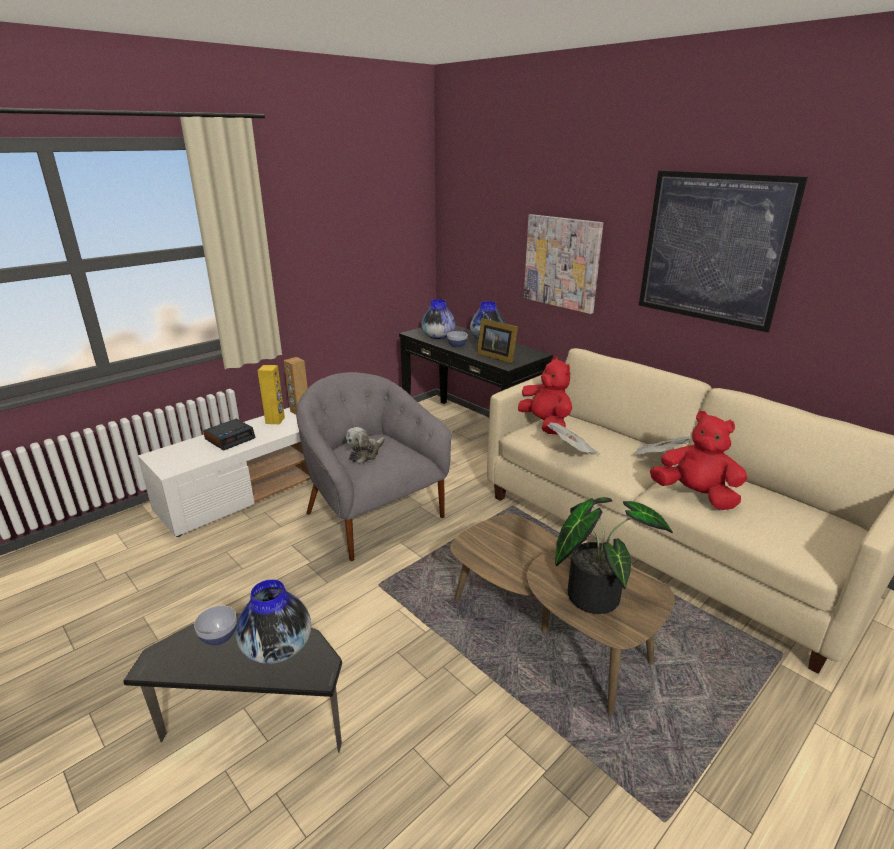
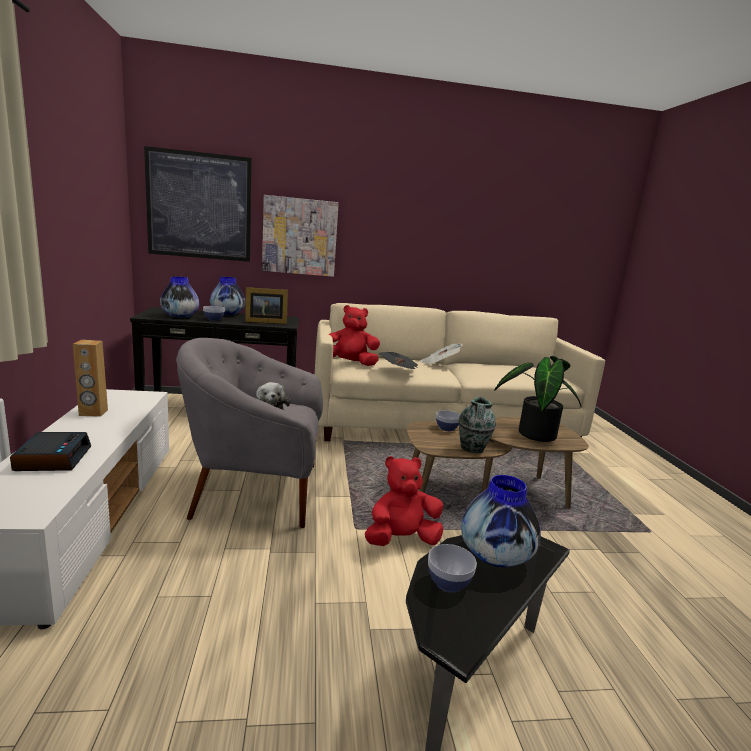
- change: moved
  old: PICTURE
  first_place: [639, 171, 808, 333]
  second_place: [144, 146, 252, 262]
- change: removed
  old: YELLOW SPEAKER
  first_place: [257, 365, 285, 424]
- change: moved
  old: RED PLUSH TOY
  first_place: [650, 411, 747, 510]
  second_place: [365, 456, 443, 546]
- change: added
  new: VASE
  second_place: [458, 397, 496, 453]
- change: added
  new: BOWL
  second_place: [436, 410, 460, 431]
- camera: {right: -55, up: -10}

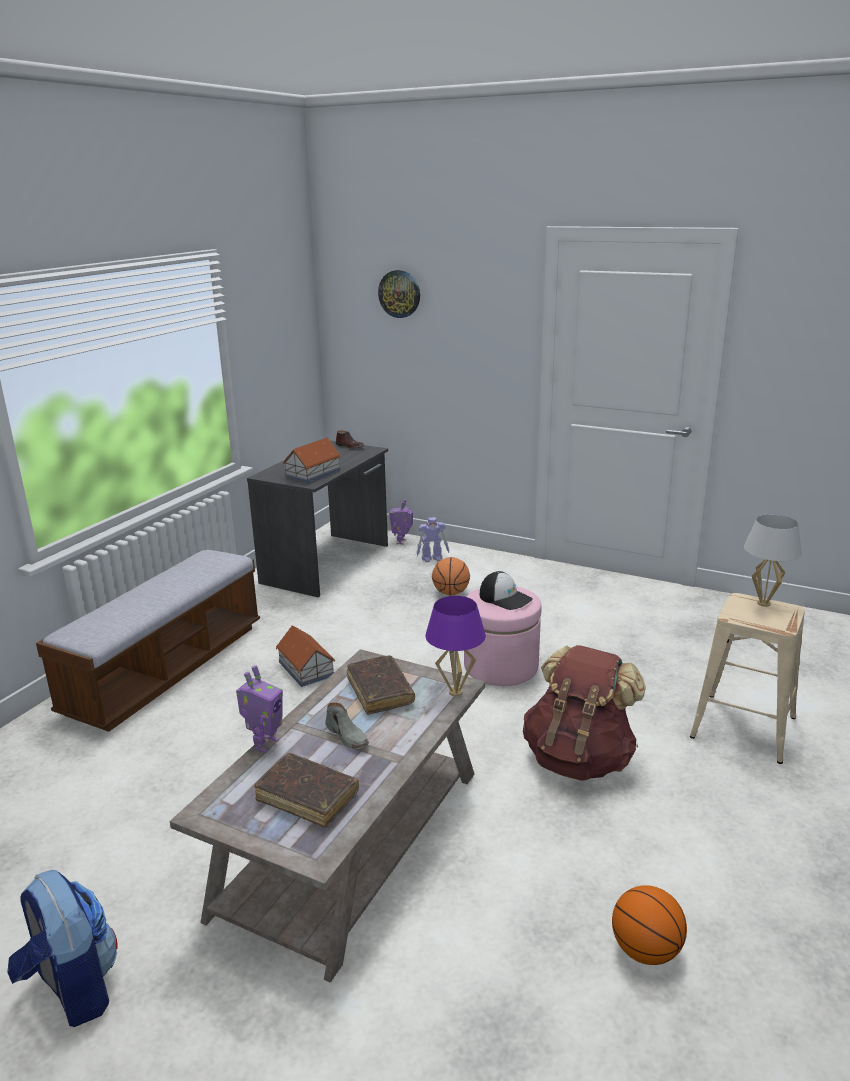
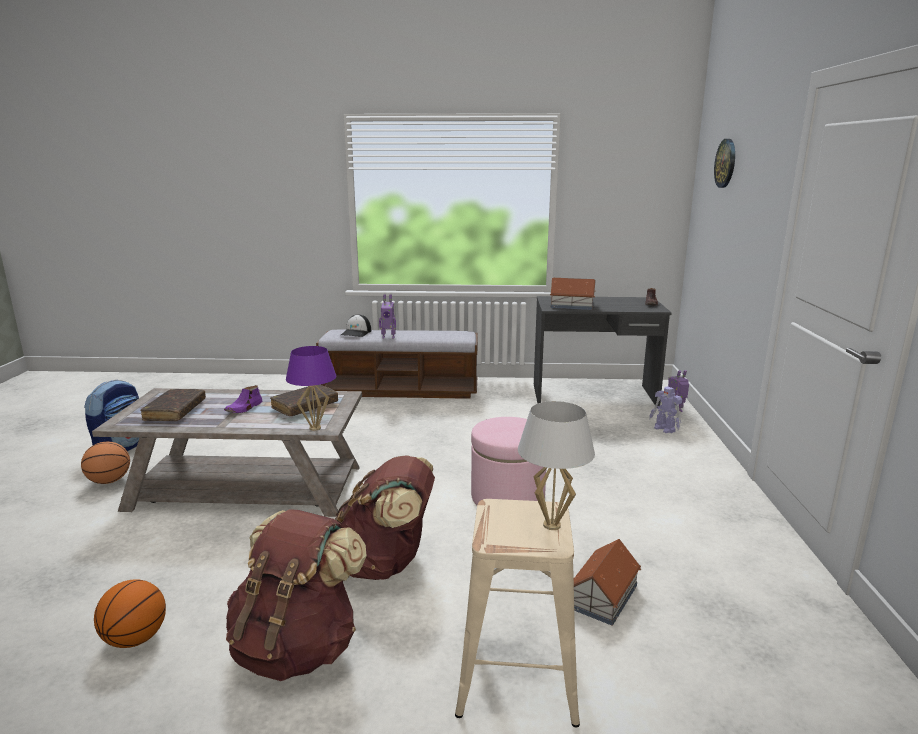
- change: moved
  old: BASKETBALL
  first_place: [432, 557, 470, 595]
  second_place: [81, 442, 130, 484]
- change: moved
  old: CAP
  first_place: [480, 571, 533, 610]
  second_place: [341, 314, 371, 337]
- change: moved
  old: TOY HOUSE
  first_place: [276, 625, 336, 687]
  second_place: [574, 539, 641, 626]
- change: moved
  old: TOY ROBOT
  first_place: [236, 665, 283, 753]
  second_place: [379, 295, 396, 338]
- change: recoloured
  old: GREY SHOE
  new: PURPLE SHOE
  first_place: [325, 702, 369, 749]
  second_place: [224, 385, 262, 413]
- change: added
  new: BROWN BACKPACK
  second_place: [226, 509, 367, 681]
- camera: {right: 65, up: -5}

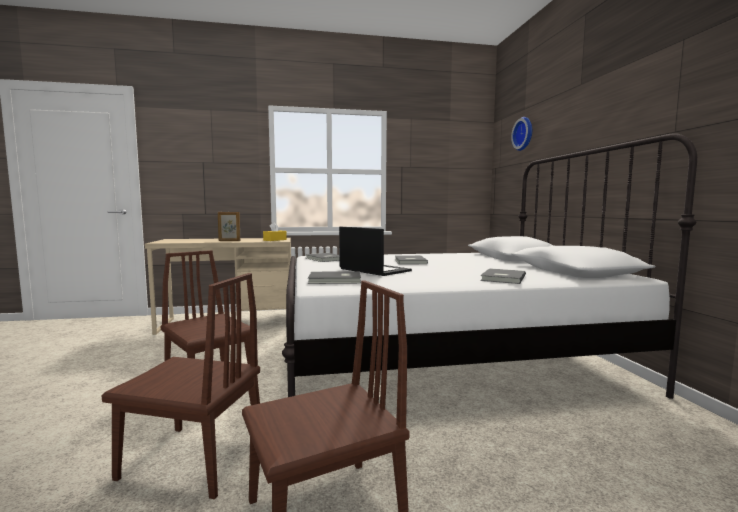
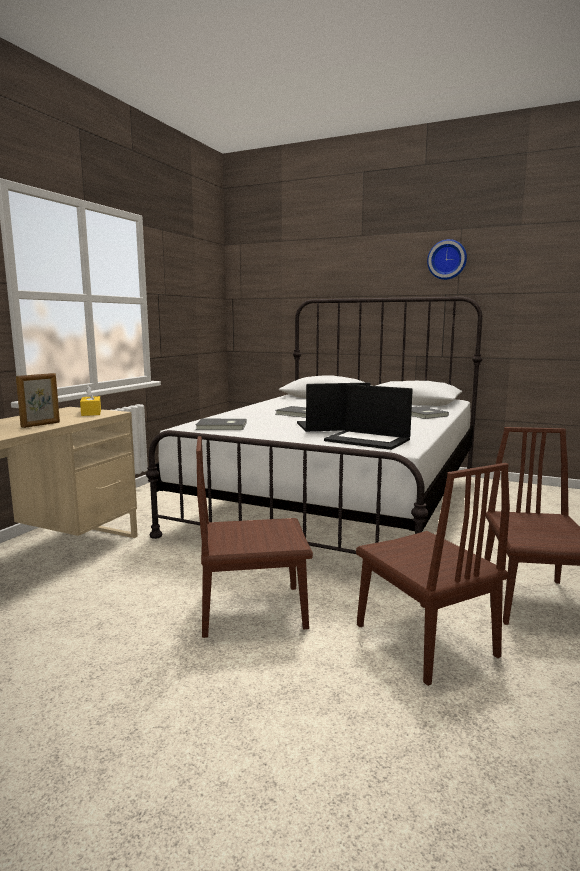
- change: moved
  old: WALL CLOCK
  first_place: [511, 117, 532, 151]
  second_place: [427, 239, 467, 280]
- change: replaced
  old: GREY BOOK
  new: LAPTOP
  first_place: [308, 271, 361, 284]
  second_place: [324, 384, 413, 450]
- change: turned
  old: BROWN CHAIR
  first_place: [101, 273, 260, 499]
  second_place: [356, 463, 510, 686]
  degrees: 105
- camera: {right: -55, up: 5}

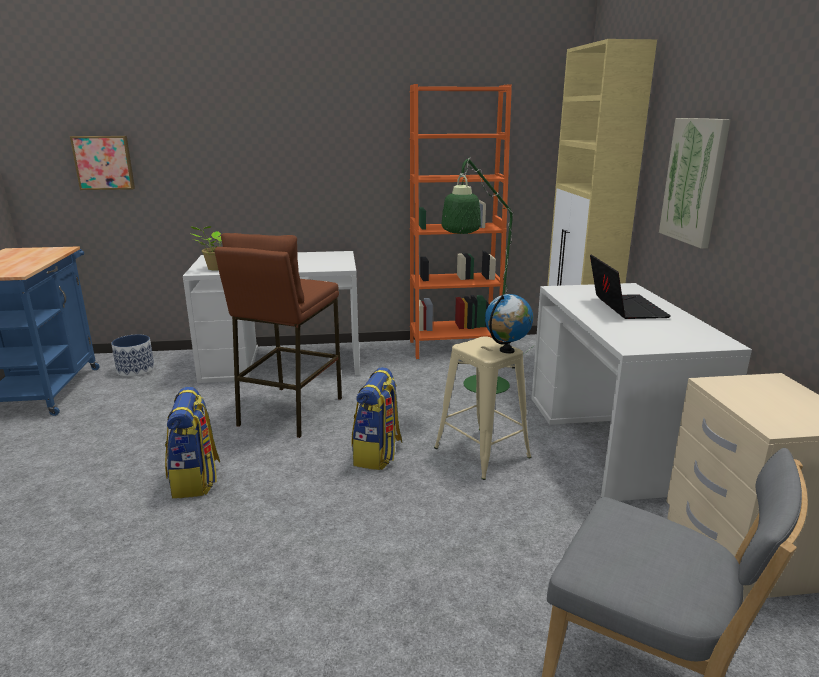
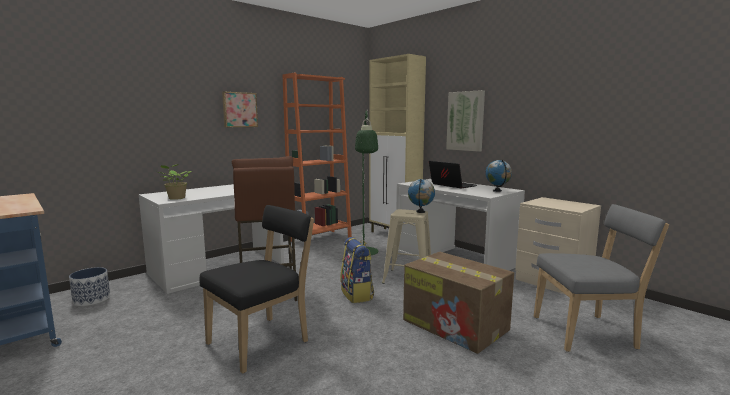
- change: moved
  old: PICTURE
  first_place: [70, 136, 135, 190]
  second_place: [222, 92, 258, 127]
- change: replaced
  old: BACKPACK
  new: BLACK CHAIR
  first_place: [165, 387, 220, 499]
  second_place: [199, 205, 314, 374]
- change: added
  new: GLOBE
  second_place: [485, 160, 512, 192]
- change: added
  new: CARDBOARD BOX
  second_place: [403, 252, 514, 354]
- camera: {right: -35, up: -10}

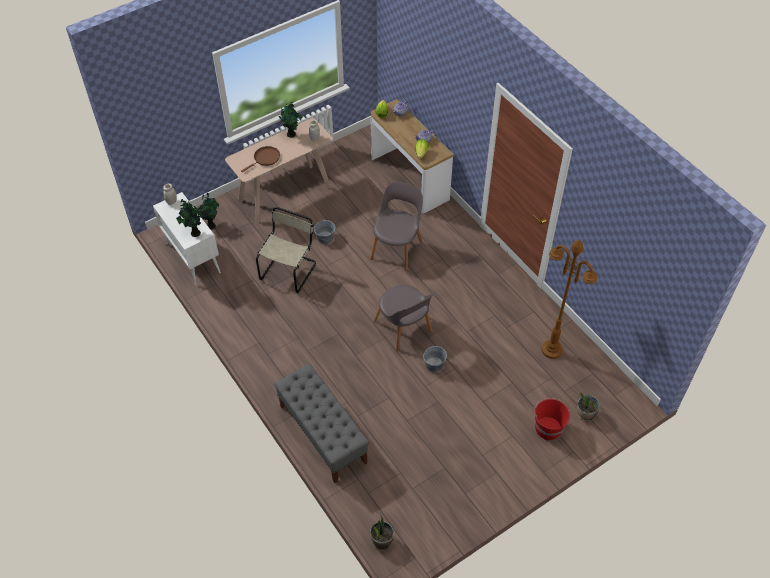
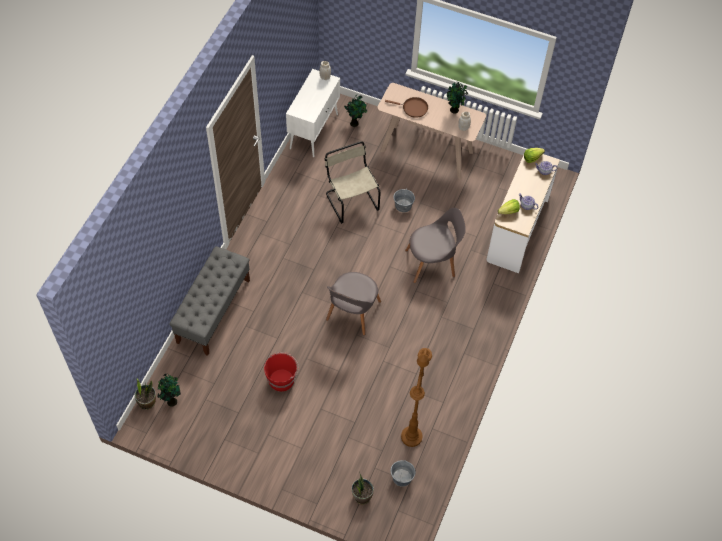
- change: moved
  old: POTTED PLANT
  first_place: [176, 199, 204, 237]
  second_place: [157, 374, 181, 407]
- change: turned
  old: BEIGE CHAIR
  first_place: [256, 207, 316, 293]
  second_place: [325, 141, 381, 224]
  degrees: -105
- change: moved
  old: GREY BUCKET
  first_place: [423, 346, 447, 372]
  second_place: [391, 460, 415, 487]
- change: moved
  old: RED BUCKET
  first_place: [534, 398, 570, 440]
  second_place: [264, 352, 299, 392]
- camera: {right: 55, up: 5}

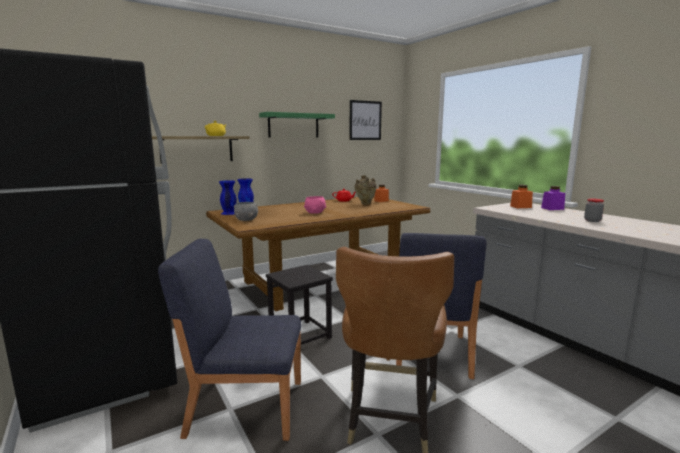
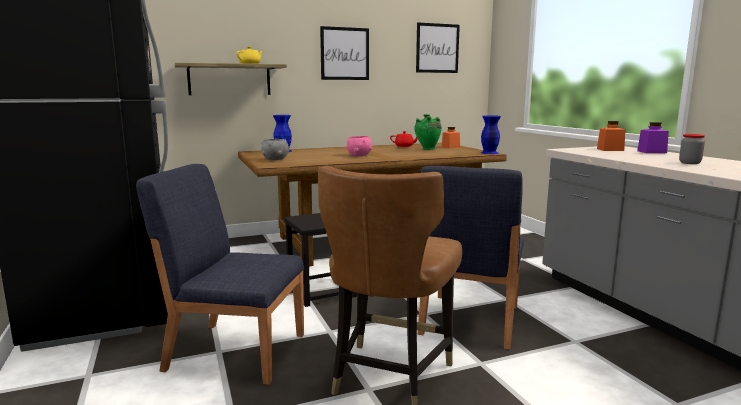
- change: replaced
  old: GREEN SHELF
  new: PICTURE
  first_place: [259, 112, 335, 137]
  second_place: [320, 26, 369, 80]
- change: recoloured
  old: BEIGE VASE
  new: GREEN VASE
  first_place: [355, 175, 376, 205]
  second_place: [414, 114, 442, 150]
- change: moved
  old: BLUE VASE
  first_place: [219, 180, 237, 215]
  second_place: [481, 115, 501, 154]
- camera: {right: 10, up: 0}

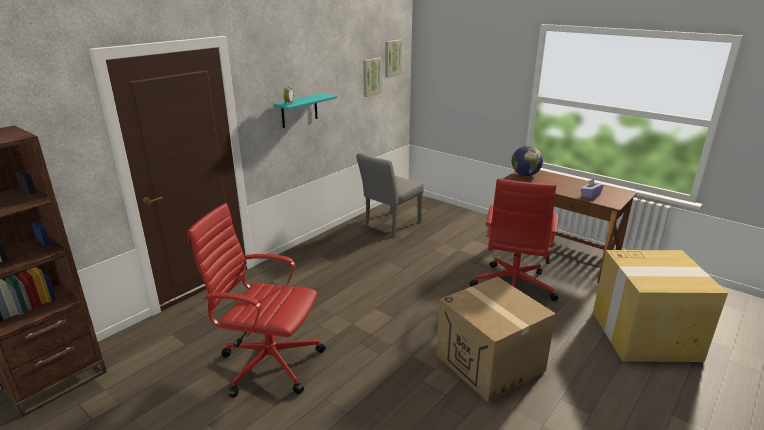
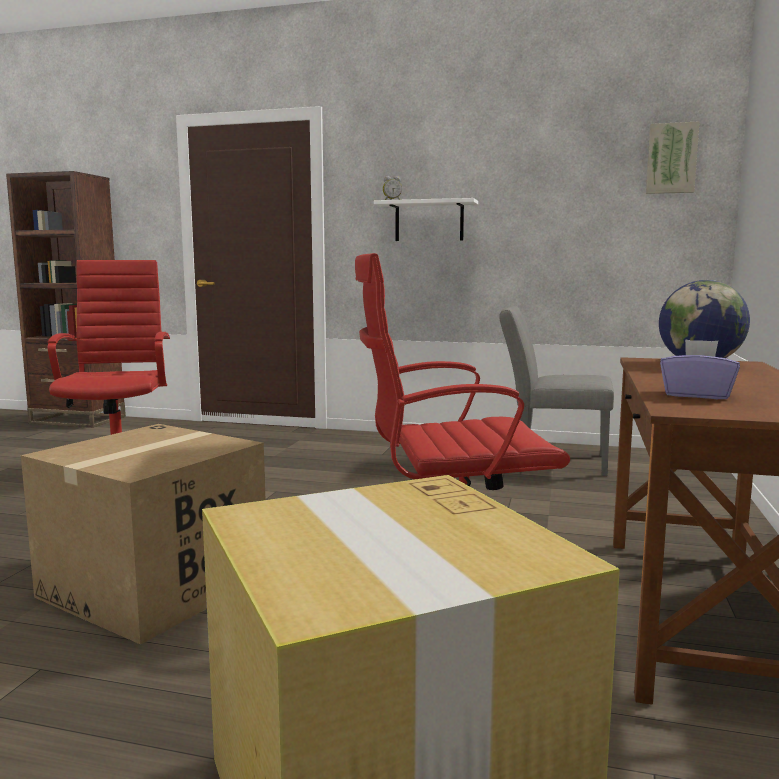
- change: removed
  old: PICTURE
  first_place: [363, 58, 382, 97]
- change: recoloured
  old: TURQUOISE SHELF
  new: WHITE SHELF
  first_place: [273, 93, 337, 128]
  second_place: [374, 198, 478, 241]
- camera: {right: 65, up: -15}

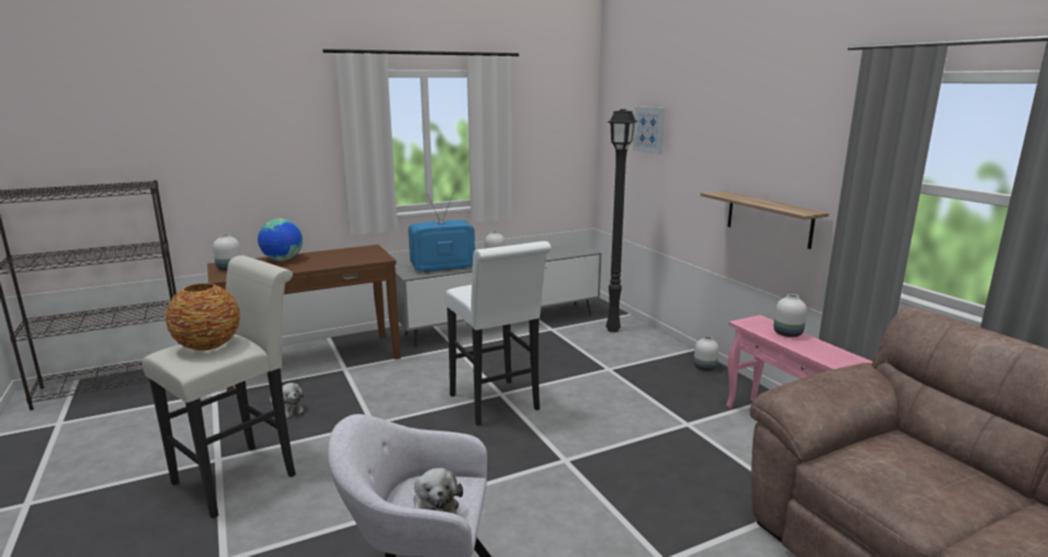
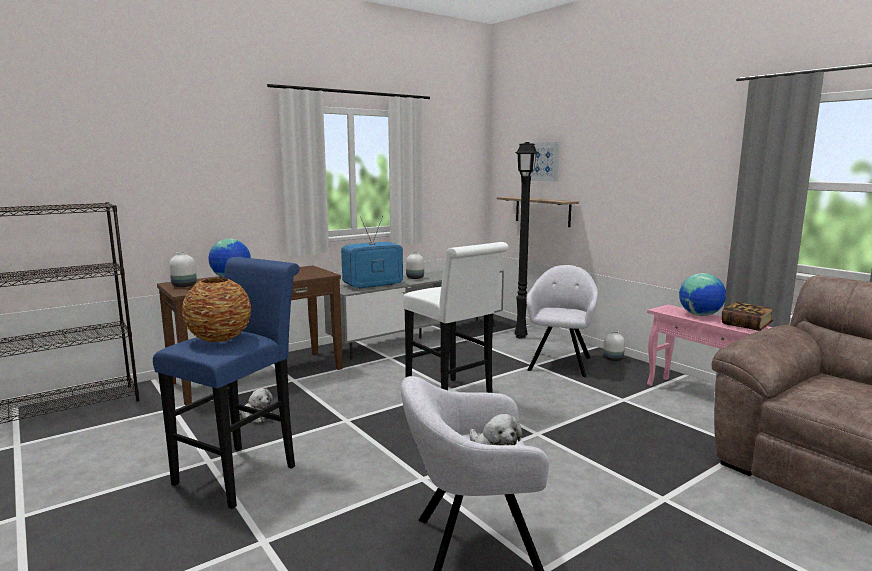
- change: moved
  old: SHELF
  first_place: [700, 191, 829, 249]
  second_place: [497, 196, 579, 227]
- change: recoloured
  old: WHITE STOOL
  new: BLUE STOOL
  first_place: [142, 255, 296, 519]
  second_place: [153, 257, 300, 509]
- change: replaced
  old: WHITE VASE
  new: GLOBE
  first_place: [774, 294, 807, 337]
  second_place: [679, 273, 726, 316]
- change: added
  new: GREY ARMCHAIR
  second_place: [526, 265, 598, 377]
- change: added
  new: BOOK
  second_place: [722, 302, 774, 331]
- camera: {right: -10, up: -5}

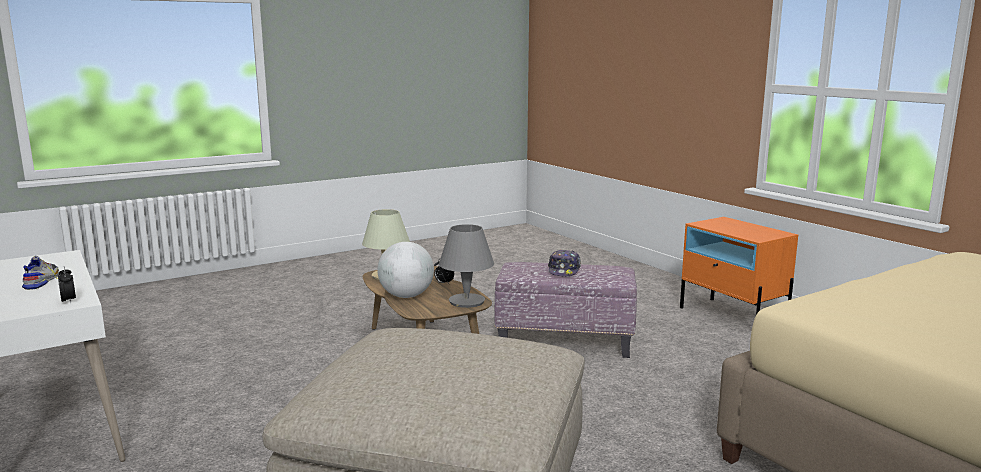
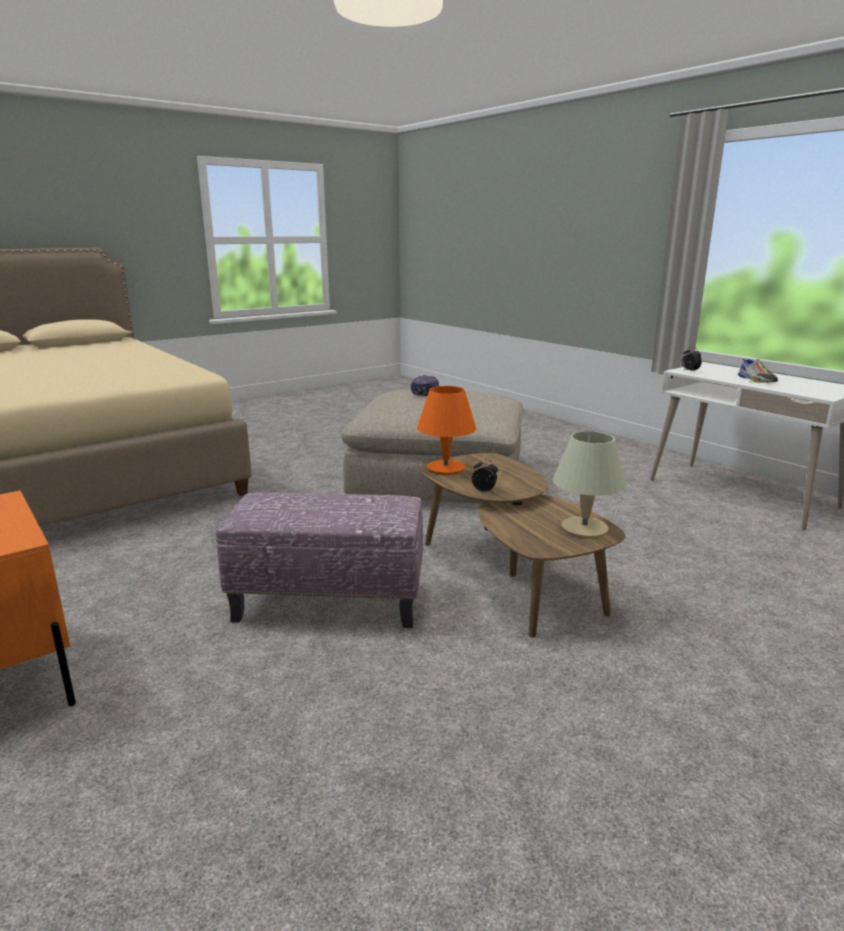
- change: recoloured
  old: GREY TABLE LAMP
  new: ORANGE TABLE LAMP
  first_place: [439, 224, 494, 308]
  second_place: [417, 386, 476, 475]
- change: removed
  old: GLOBE
  first_place: [377, 242, 434, 298]
- change: moved
  old: CAP
  first_place: [548, 249, 581, 276]
  second_place: [411, 375, 439, 396]
- camera: {right: 175, up: 5}

